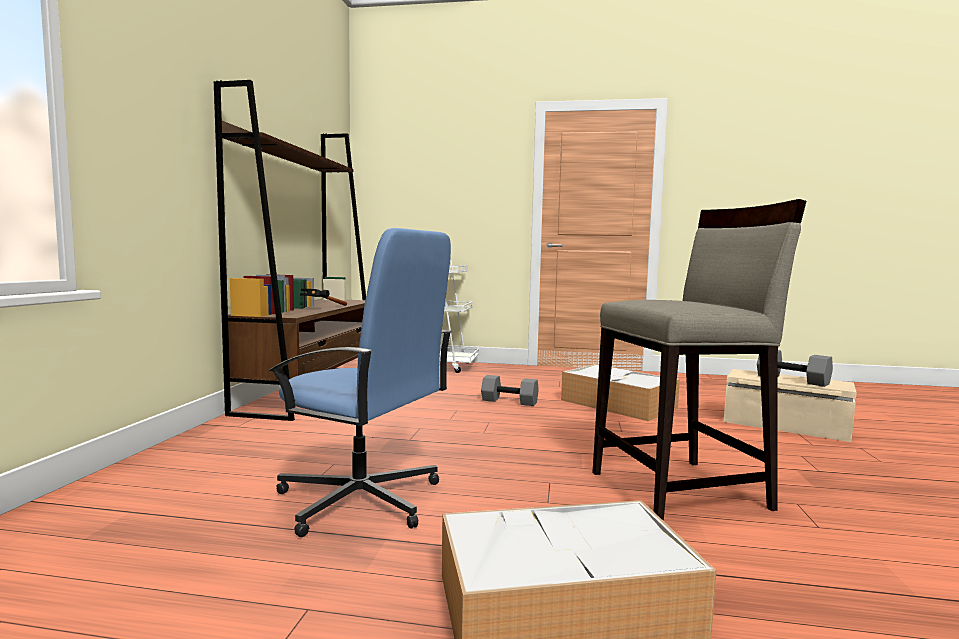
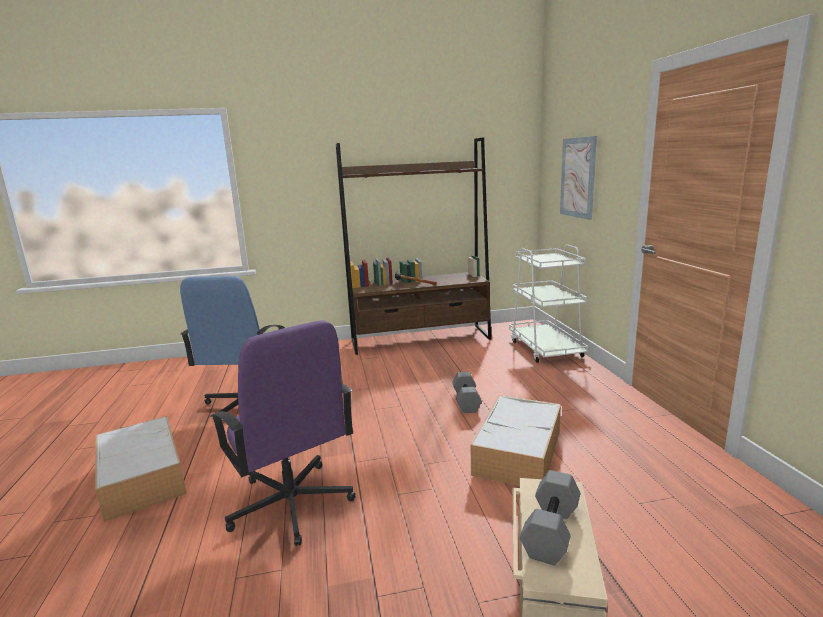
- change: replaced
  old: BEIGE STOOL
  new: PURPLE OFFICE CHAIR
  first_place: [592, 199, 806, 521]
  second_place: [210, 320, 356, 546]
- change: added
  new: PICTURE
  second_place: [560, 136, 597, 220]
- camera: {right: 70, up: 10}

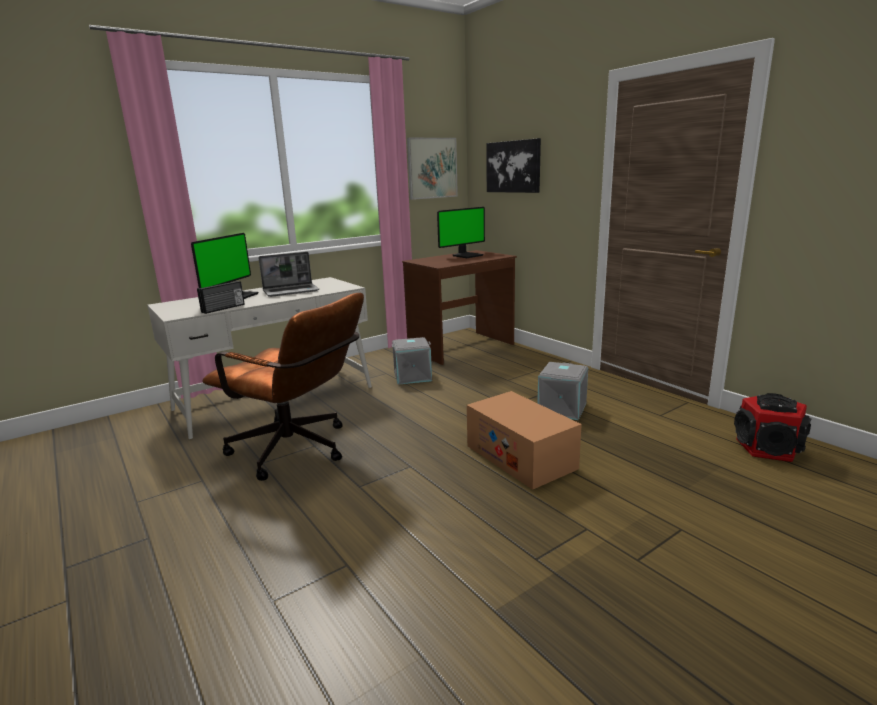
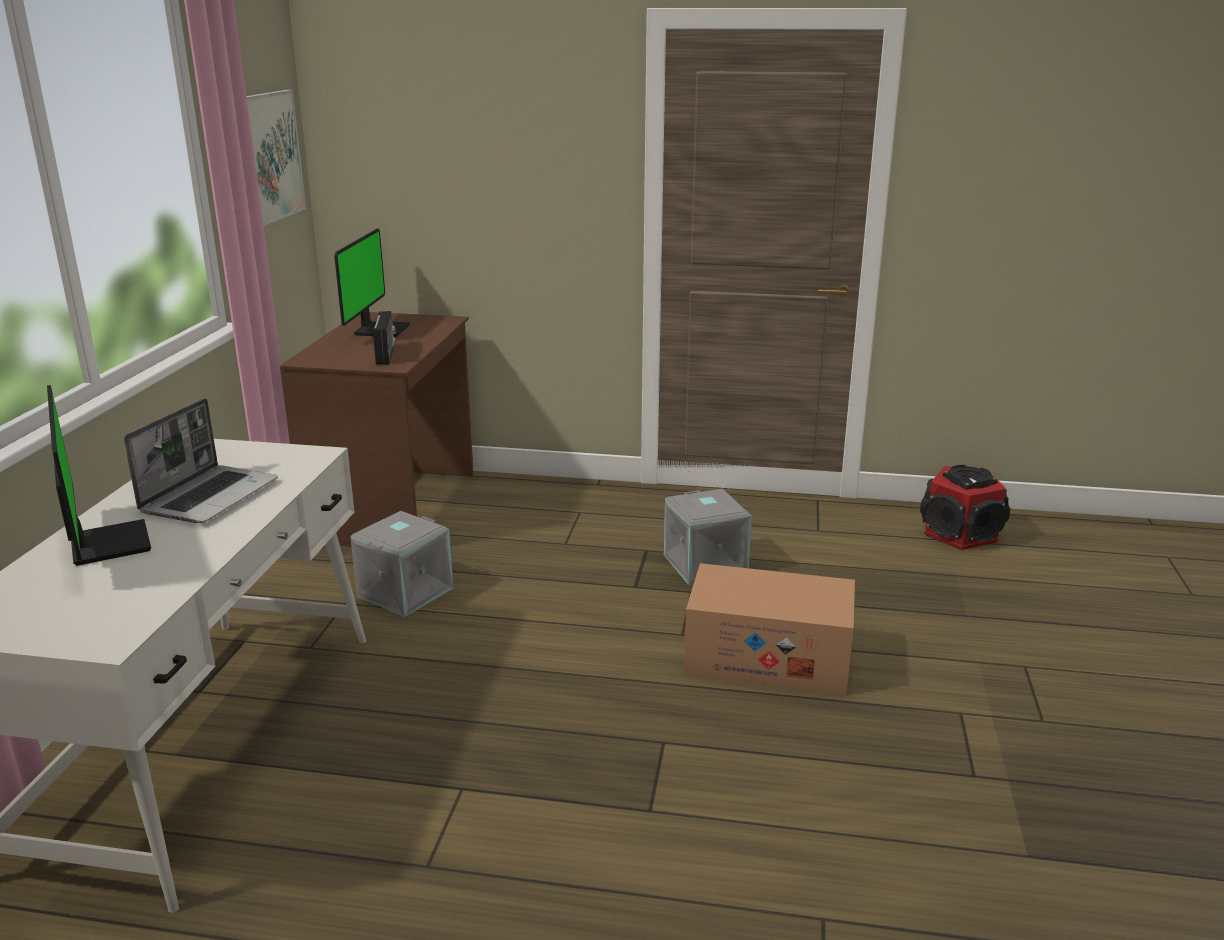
- change: removed
  old: PICTURE
  first_place: [486, 138, 541, 193]
- change: moved
  old: RADIO
  first_place: [197, 281, 245, 314]
  second_place: [373, 311, 396, 365]
- change: removed
  old: BROWN OFFICE CHAIR
  first_place: [202, 293, 364, 481]
- camera: {right: -45, up: 5}

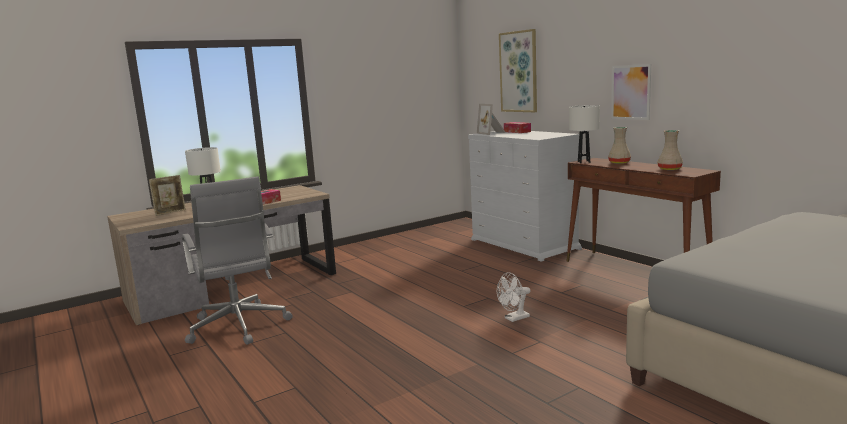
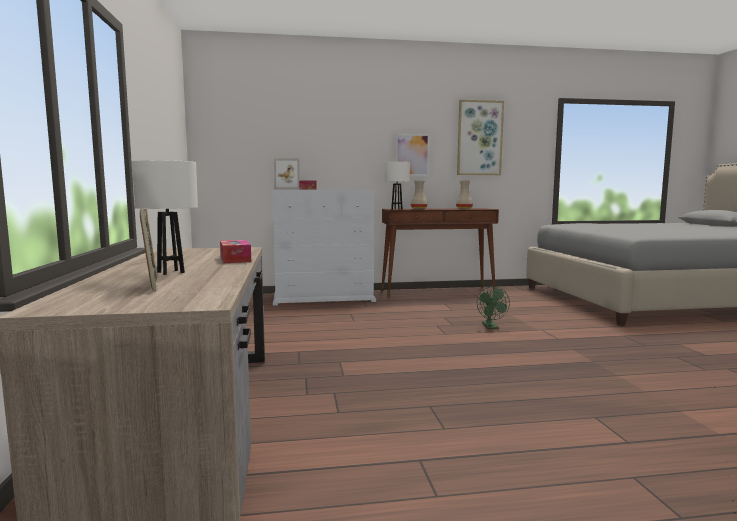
- change: moved
  old: PICTURE
  first_place: [499, 29, 537, 112]
  second_place: [457, 100, 504, 175]
- change: removed
  old: GREY OFFICE CHAIR
  first_place: [182, 176, 293, 345]
- change: recoloured
  old: WHITE FAN
  new: GREEN FAN
  first_place: [497, 272, 531, 322]
  second_place: [477, 286, 510, 329]
- camera: {right: -65, up: -5}

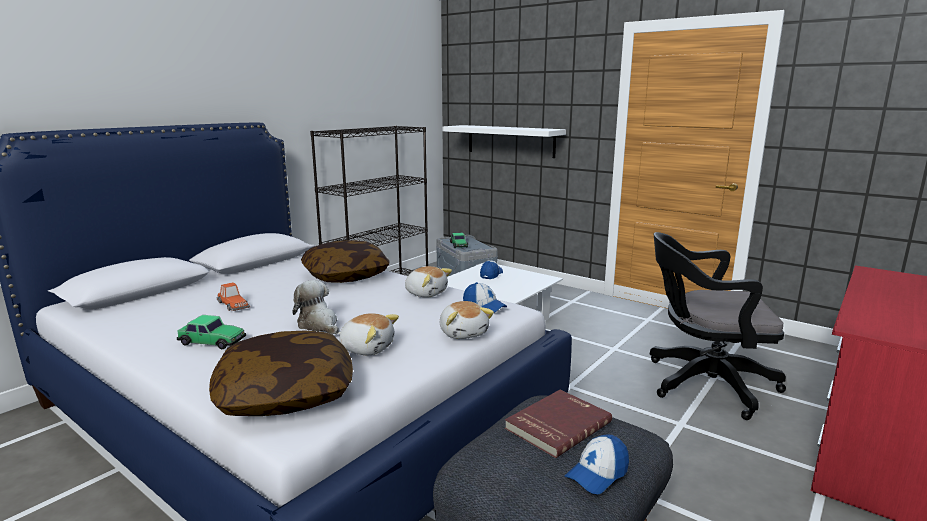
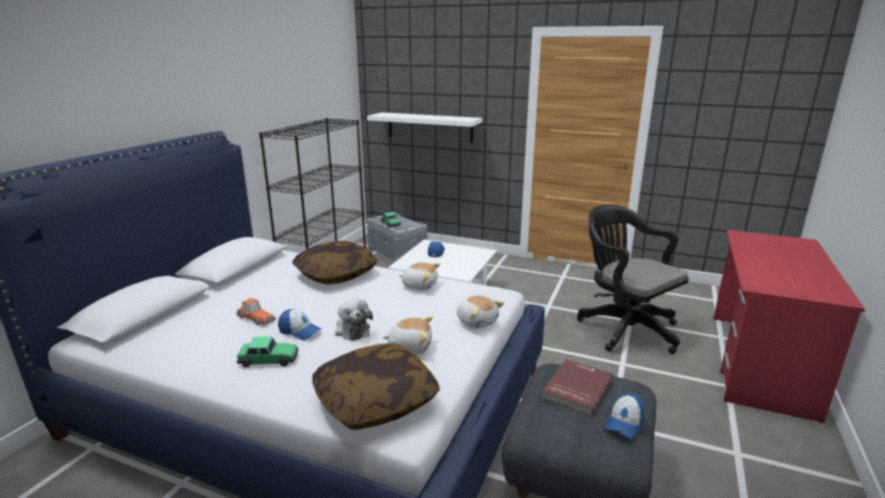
- change: turned
  old: BLACK OFFICE CHAIR
  first_place: [650, 232, 786, 420]
  second_place: [577, 205, 689, 354]
  degrees: 60
- change: turned
  old: PLUSH TOY
  first_place: [292, 280, 339, 335]
  second_place: [335, 299, 373, 341]
  degrees: -150
- change: moved
  old: CAP
  first_place: [463, 282, 507, 313]
  second_place: [278, 309, 321, 340]
- camera: {right: -15, up: 5}

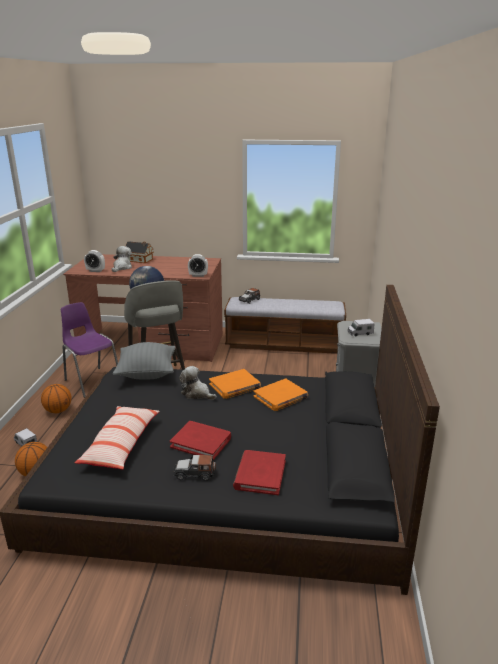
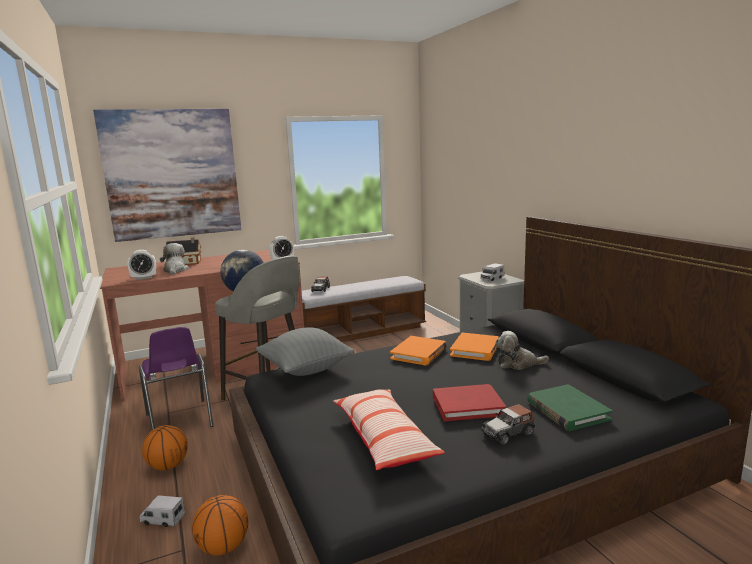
- change: turned
  old: PURPLE CHAIR
  first_place: [61, 302, 118, 398]
  second_place: [139, 327, 213, 430]
  degrees: -135
- change: moved
  old: PLUSH TOY
  first_place: [179, 366, 217, 400]
  second_place: [495, 331, 549, 370]
- change: recoloured
  old: RED BOOK
  new: GREEN BOOK
  first_place: [233, 450, 286, 495]
  second_place: [527, 384, 613, 431]
- change: added
  new: PICTURE
  second_place: [93, 109, 241, 242]
- camera: {right: -30, up: -10}

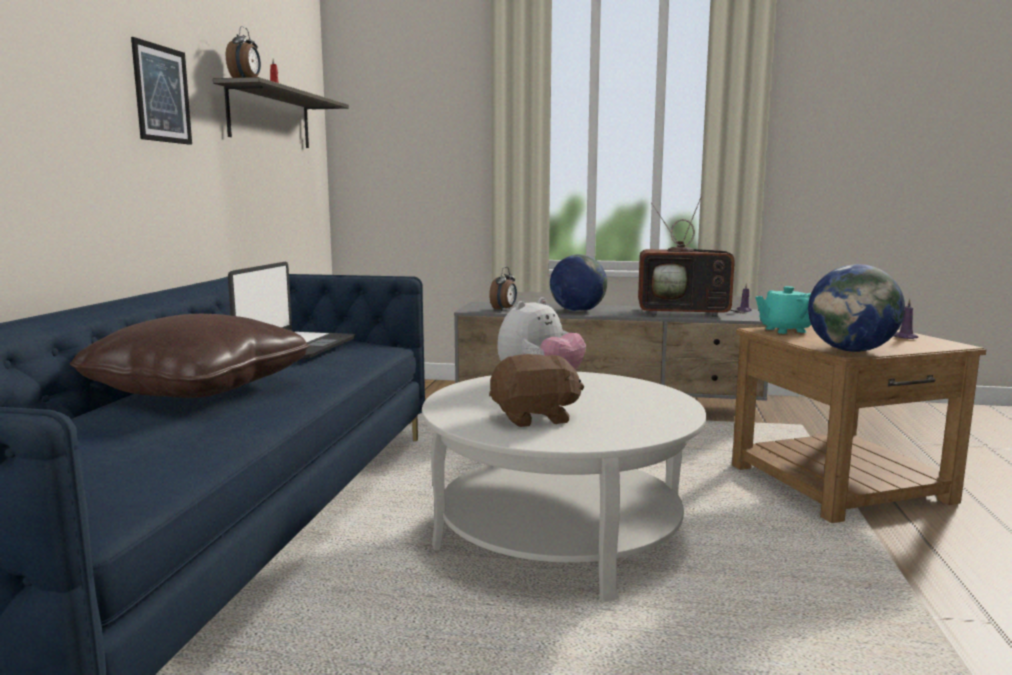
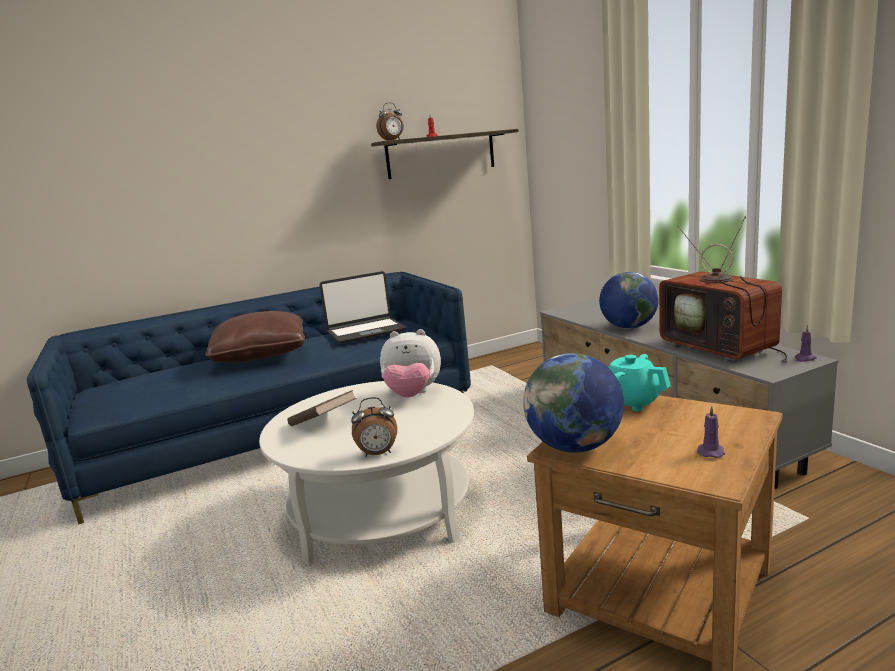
- change: removed
  old: PICTURE
  first_place: [131, 37, 192, 145]
- change: moved
  old: ALARM CLOCK
  first_place: [489, 267, 517, 311]
  second_place: [351, 397, 397, 457]
- change: replaced
  old: BROWN PLUSH TOY
  new: BROWN BOOK
  first_place: [489, 354, 584, 427]
  second_place: [288, 390, 357, 426]
- camera: {right: 55, up: 5}

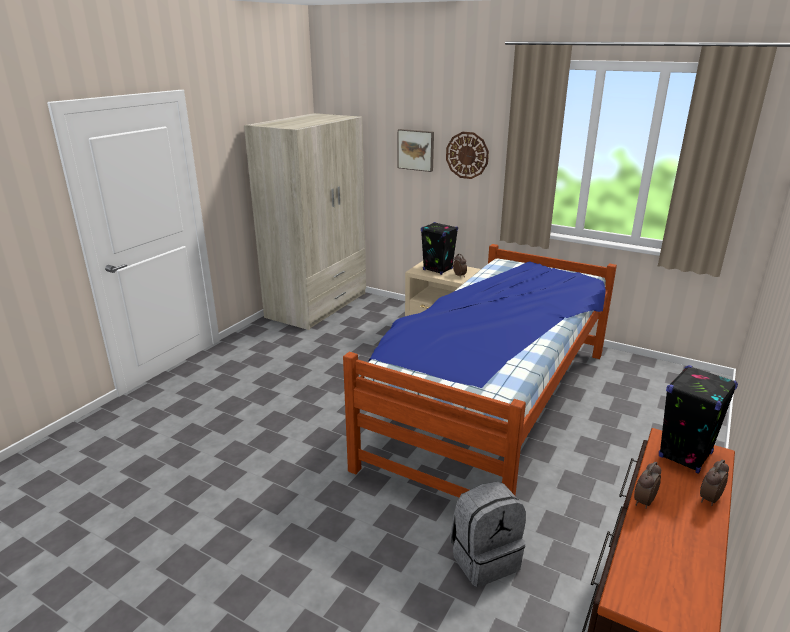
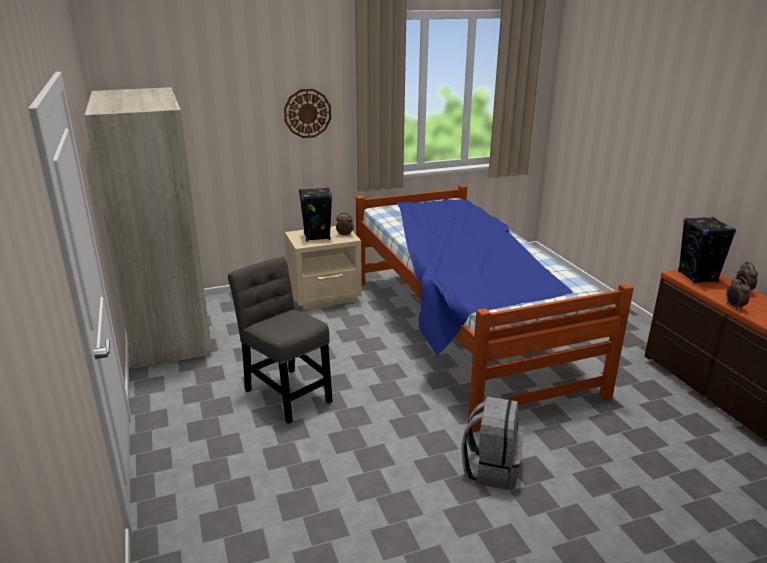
- change: removed
  old: PICTURE
  first_place: [398, 129, 434, 172]
- change: moved
  old: GREY BACKPACK
  first_place: [450, 481, 526, 587]
  second_place: [461, 396, 524, 490]
- change: added
  new: GREY CHAIR
  second_place: [228, 257, 332, 424]
- camera: {right: -50, up: 0}

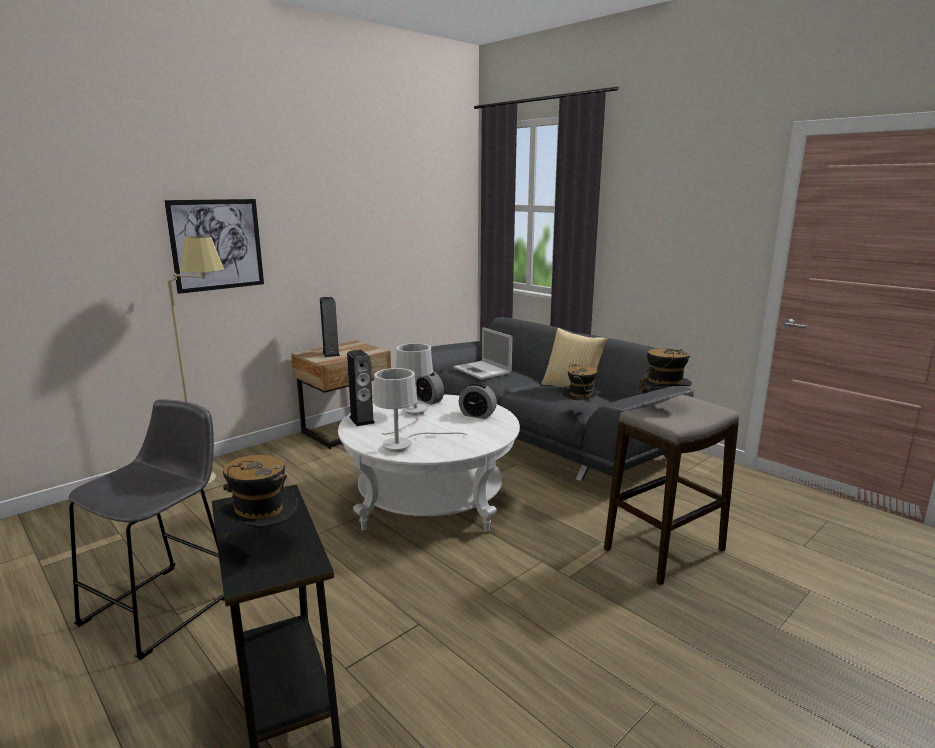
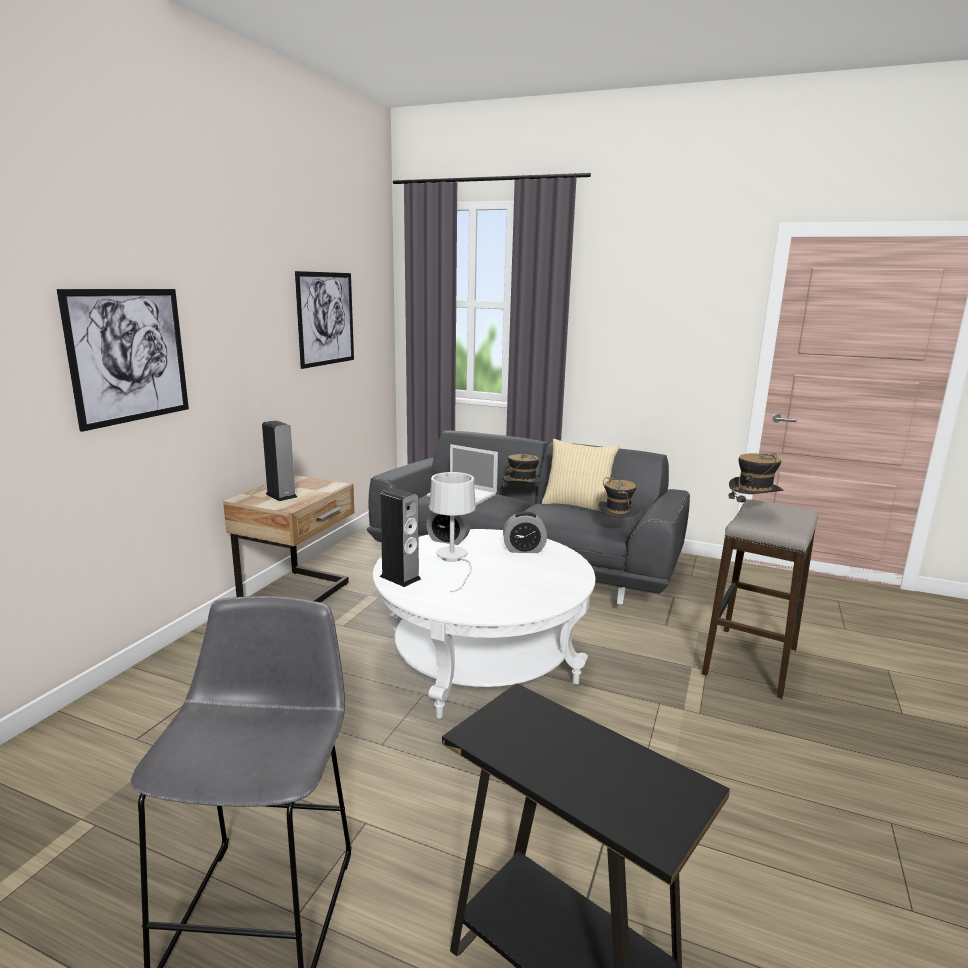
- change: removed
  old: BEIGE FLOOR LAMP
  first_place: [167, 236, 224, 484]
- change: removed
  old: WHITE TABLE LAMP
  first_place: [373, 368, 467, 452]
- change: moved
  old: HAT
  first_place: [218, 455, 298, 539]
  second_place: [502, 454, 542, 499]
- change: added
  new: PICTURE
  second_place: [295, 271, 354, 369]
- camera: {right: -25, up: 0}

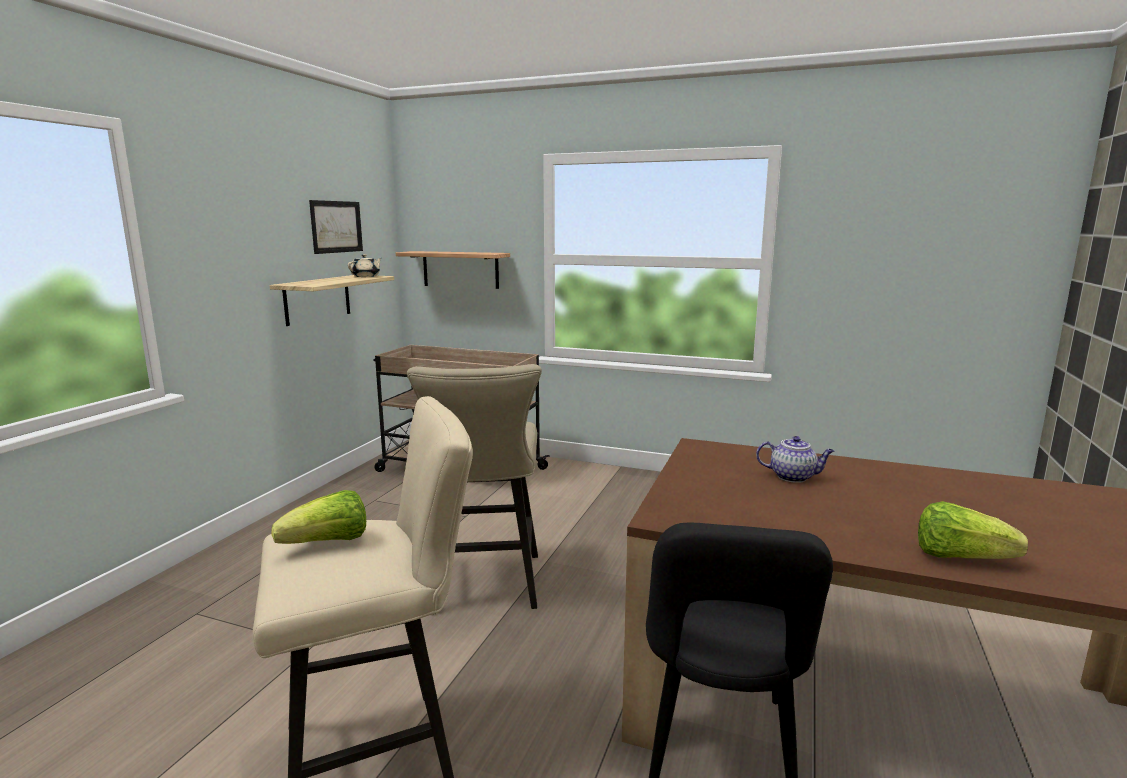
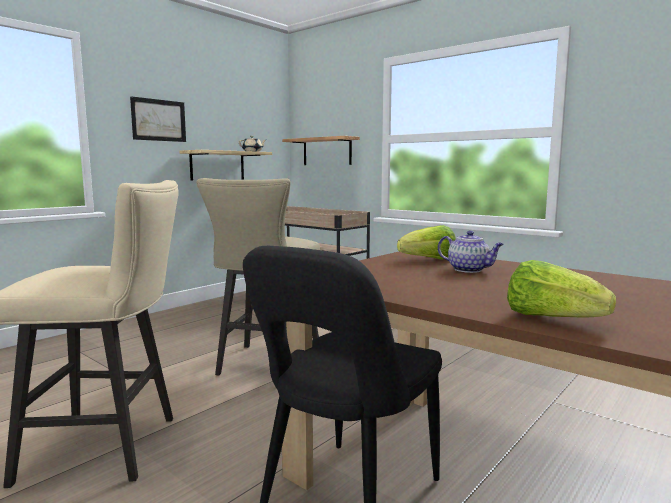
- change: moved
  old: PICTURE
  first_place: [309, 200, 363, 254]
  second_place: [130, 96, 186, 142]
- change: moved
  old: LETTUCE
  first_place: [271, 490, 366, 544]
  second_place: [397, 225, 456, 260]
- camera: {right: 20, up: -5}

